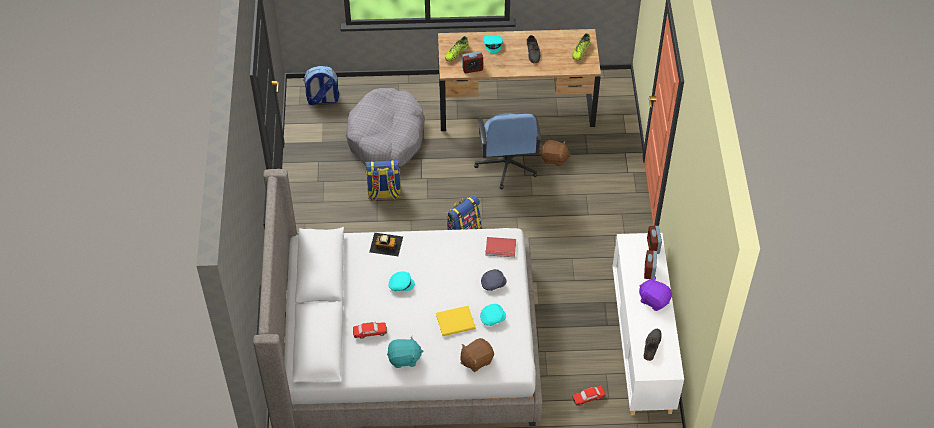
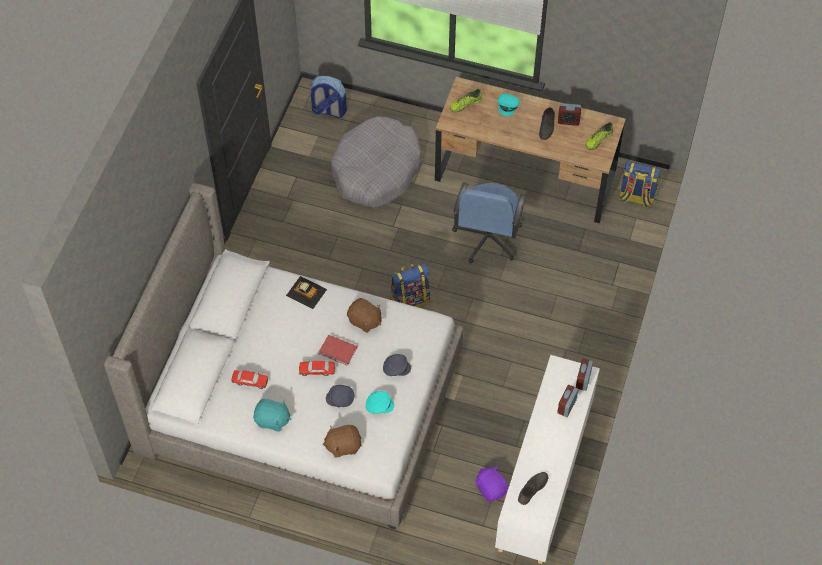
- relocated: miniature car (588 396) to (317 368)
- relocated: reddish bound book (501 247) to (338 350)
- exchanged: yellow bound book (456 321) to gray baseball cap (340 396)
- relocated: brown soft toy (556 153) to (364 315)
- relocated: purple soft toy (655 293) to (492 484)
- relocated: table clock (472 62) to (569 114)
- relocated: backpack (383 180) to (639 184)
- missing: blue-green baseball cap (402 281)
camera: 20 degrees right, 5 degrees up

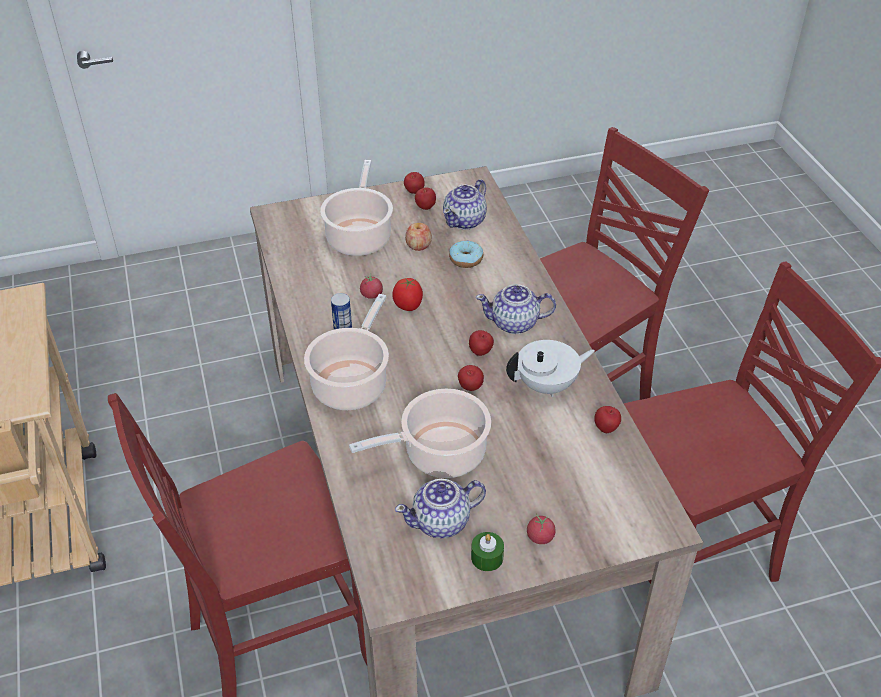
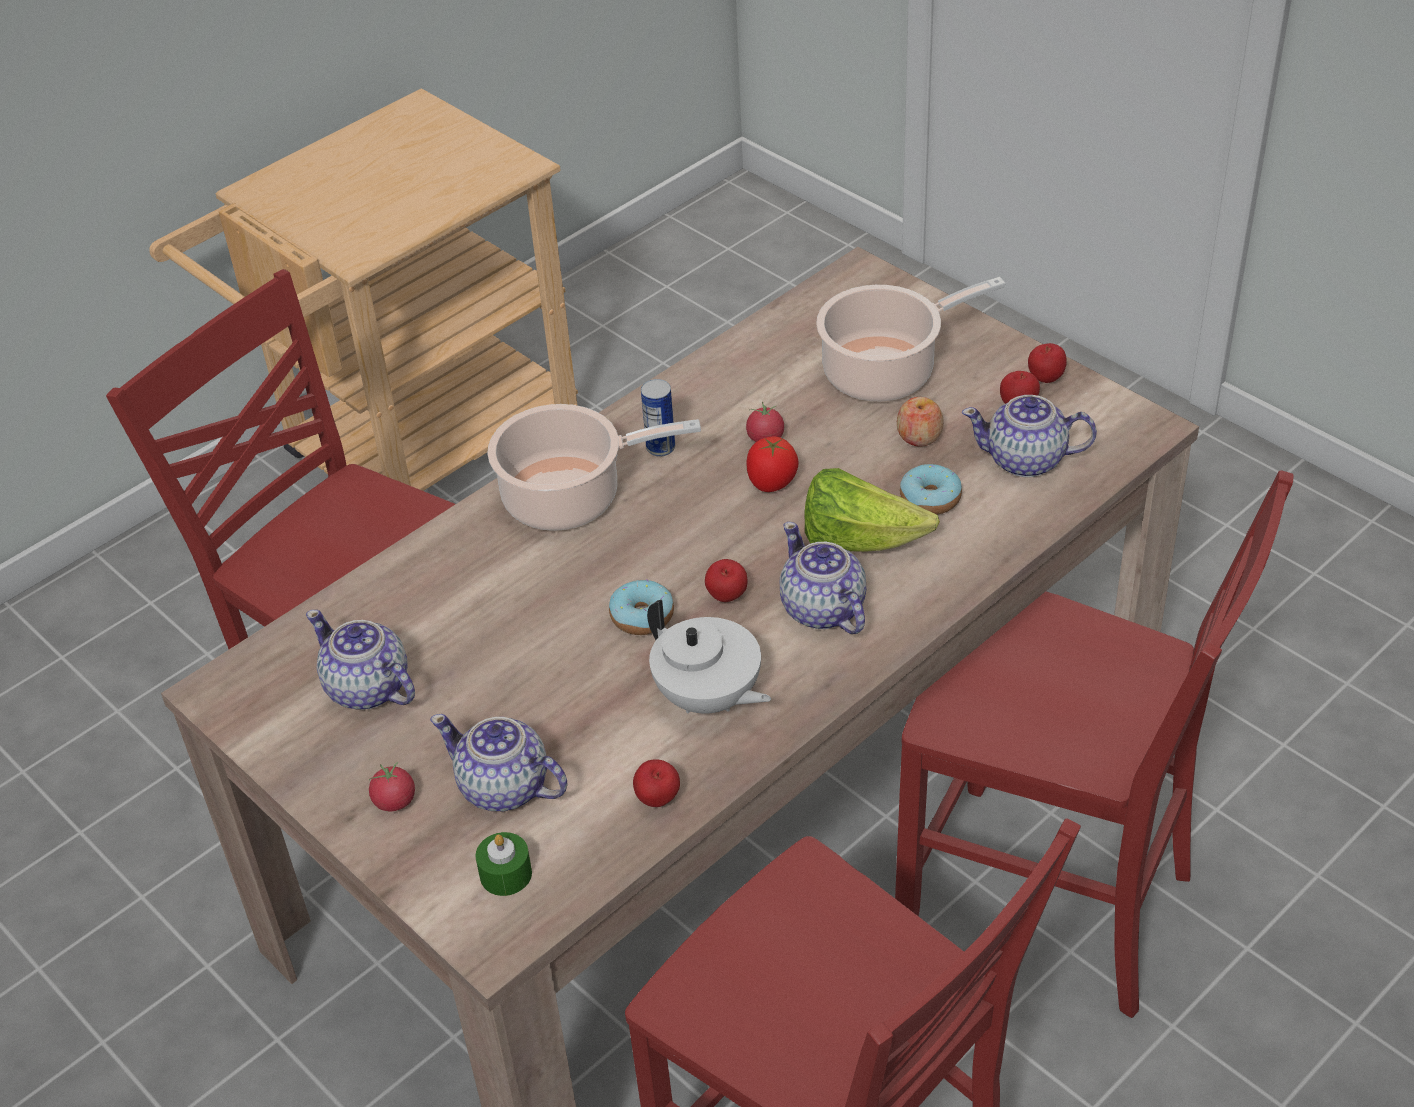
- appeared: pot for tea (499 762)
- relocated: greenish candle (487 551) to (503 864)
- exchanged: apple (471 378) to doughnut (641 607)
- appeared: head of lettuce (872 510)
- missing: cooking pot (420 433)
camera: 65 degrees right, 0 degrees up

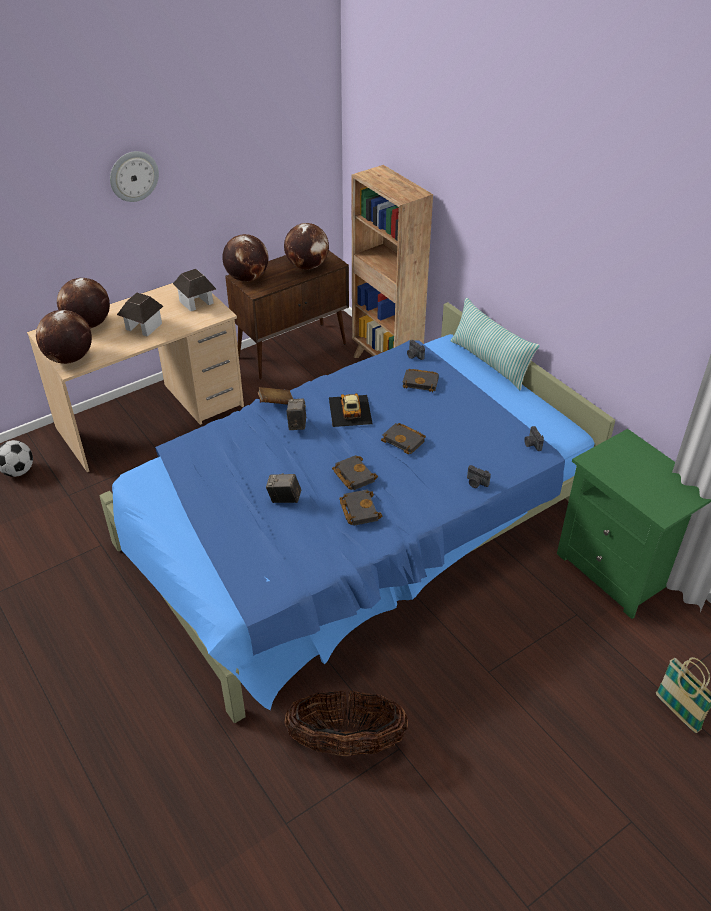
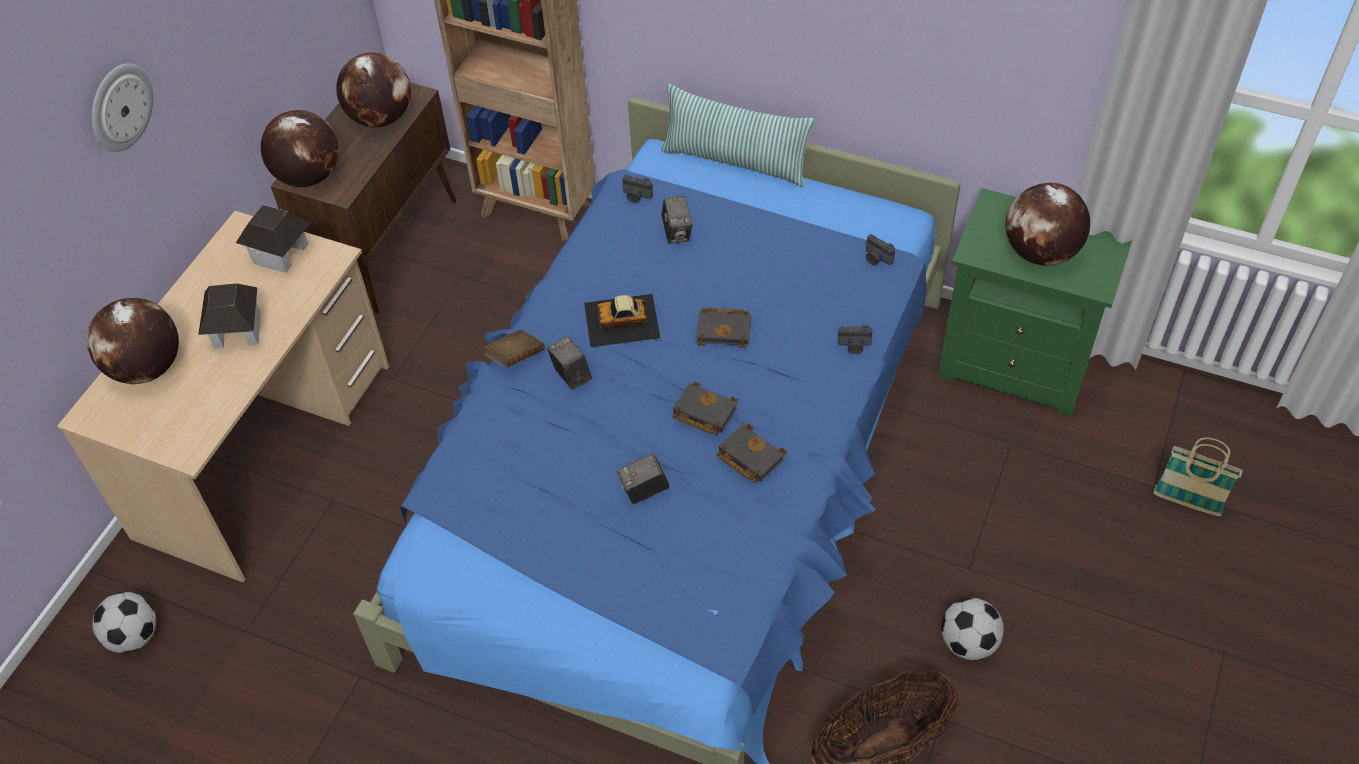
- spun: miniature car (351 410) = (622 320) 60 degrees counterclockwise
- exchanged: black bound book (420 380) to photo camera (676 220)
- appeared: football ball (972 629)
- relocated: world globe (64 337) to (1048 224)
camera: 30 degrees left, 10 degrees up

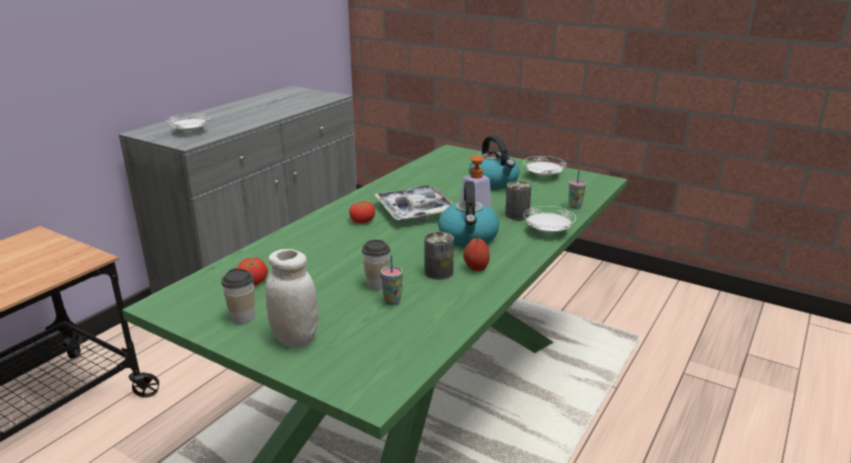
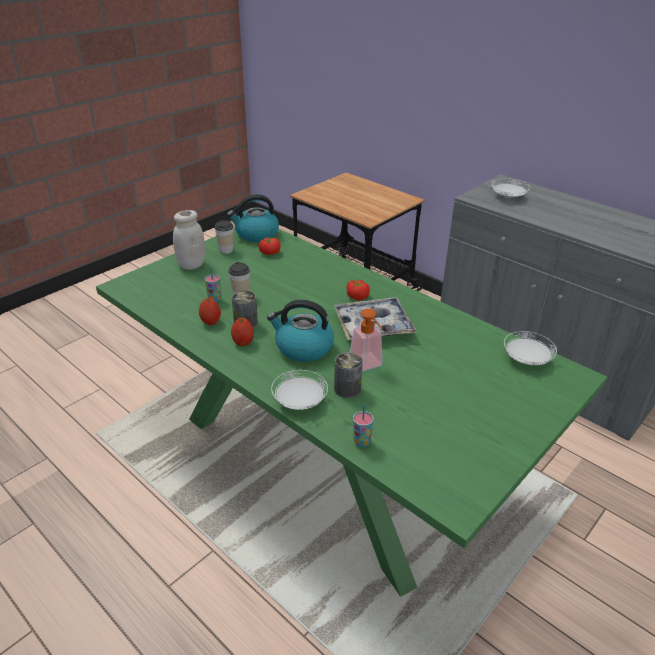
- appeared: apple (210 311)
- relocated: water kettle (494 162) to (253 218)
- relocated: white dinner plate (544 166) to (530 348)
camera: 100 degrees right, 10 degrees up

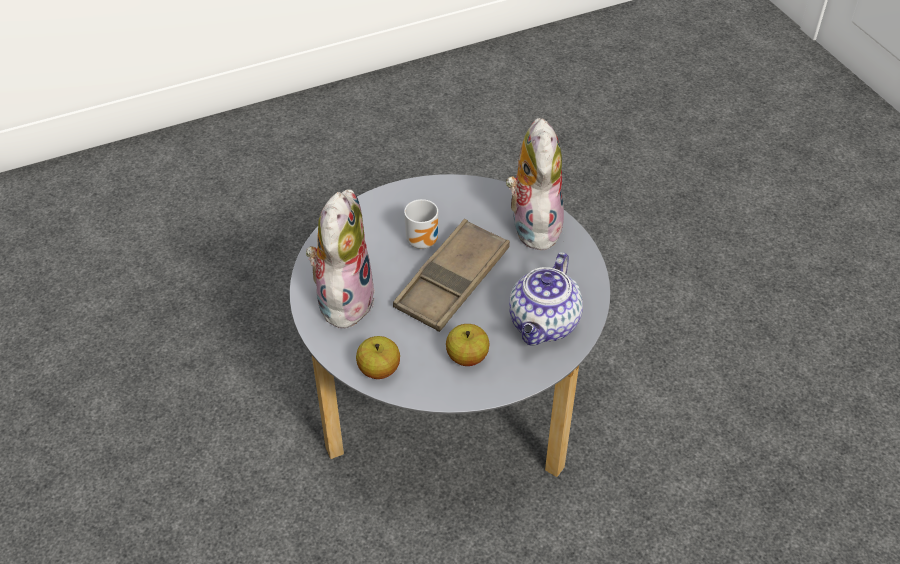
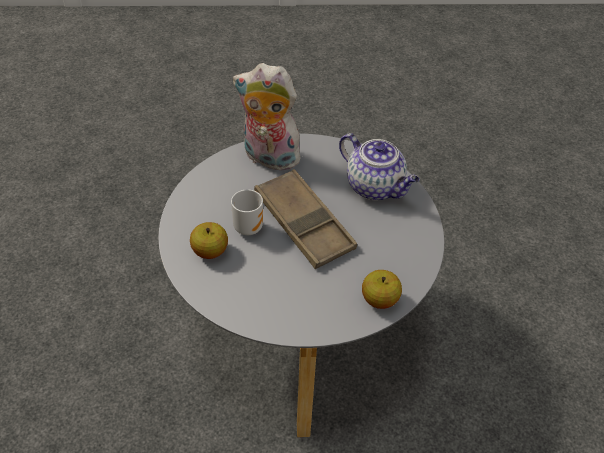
- relocated: apple (467 345) to (209 240)
- missing: soft toy (340 260)
camera: 70 degrees left, 0 degrees up

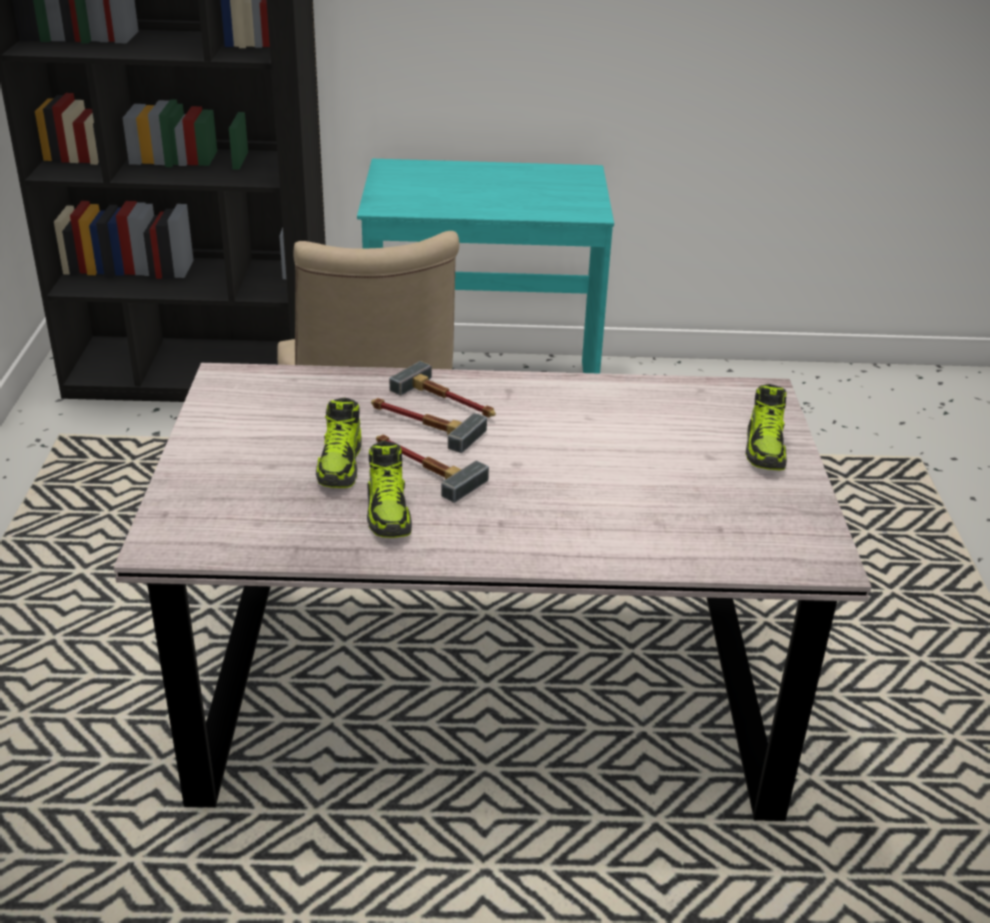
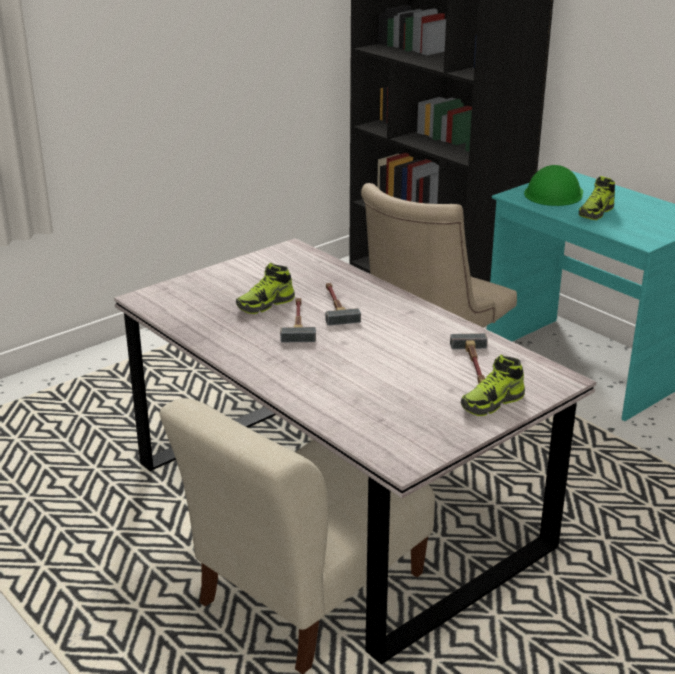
- appeared: beige-coloured plain chair (297 536)
- relocated: tool hammer (442 389) to (469 358)
- appeared: greenish hard hat (553 185)
- relocated: item of footwear (389 489) to (597 198)
camera: 50 degrees right, 5 degrees down

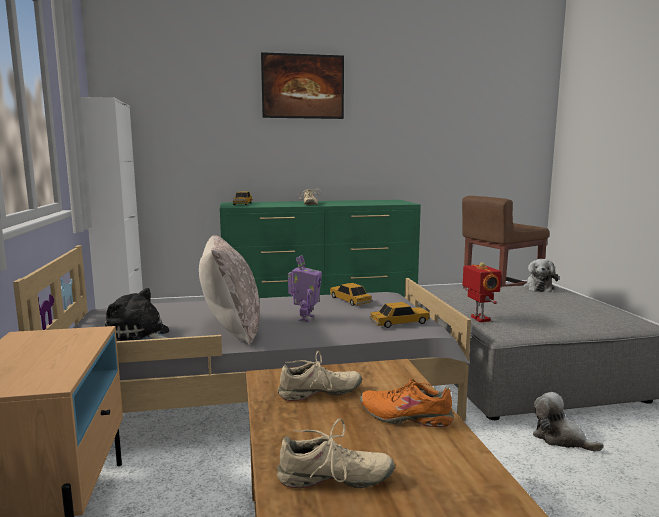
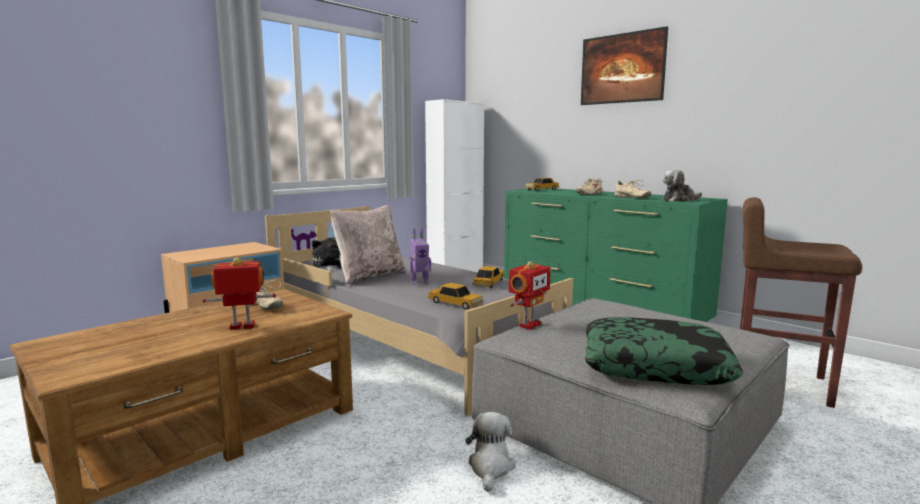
- exchanged: orange-coloured item of footwear (407 403) to toy robot (239 294)
- appeared: throw pillow (664 351)
- relocated: beige-coloured item of footwear (336 453) to (633 189)
- relocated: soft toy (541 275) to (682 185)
camera: 55 degrees right, 0 degrees up

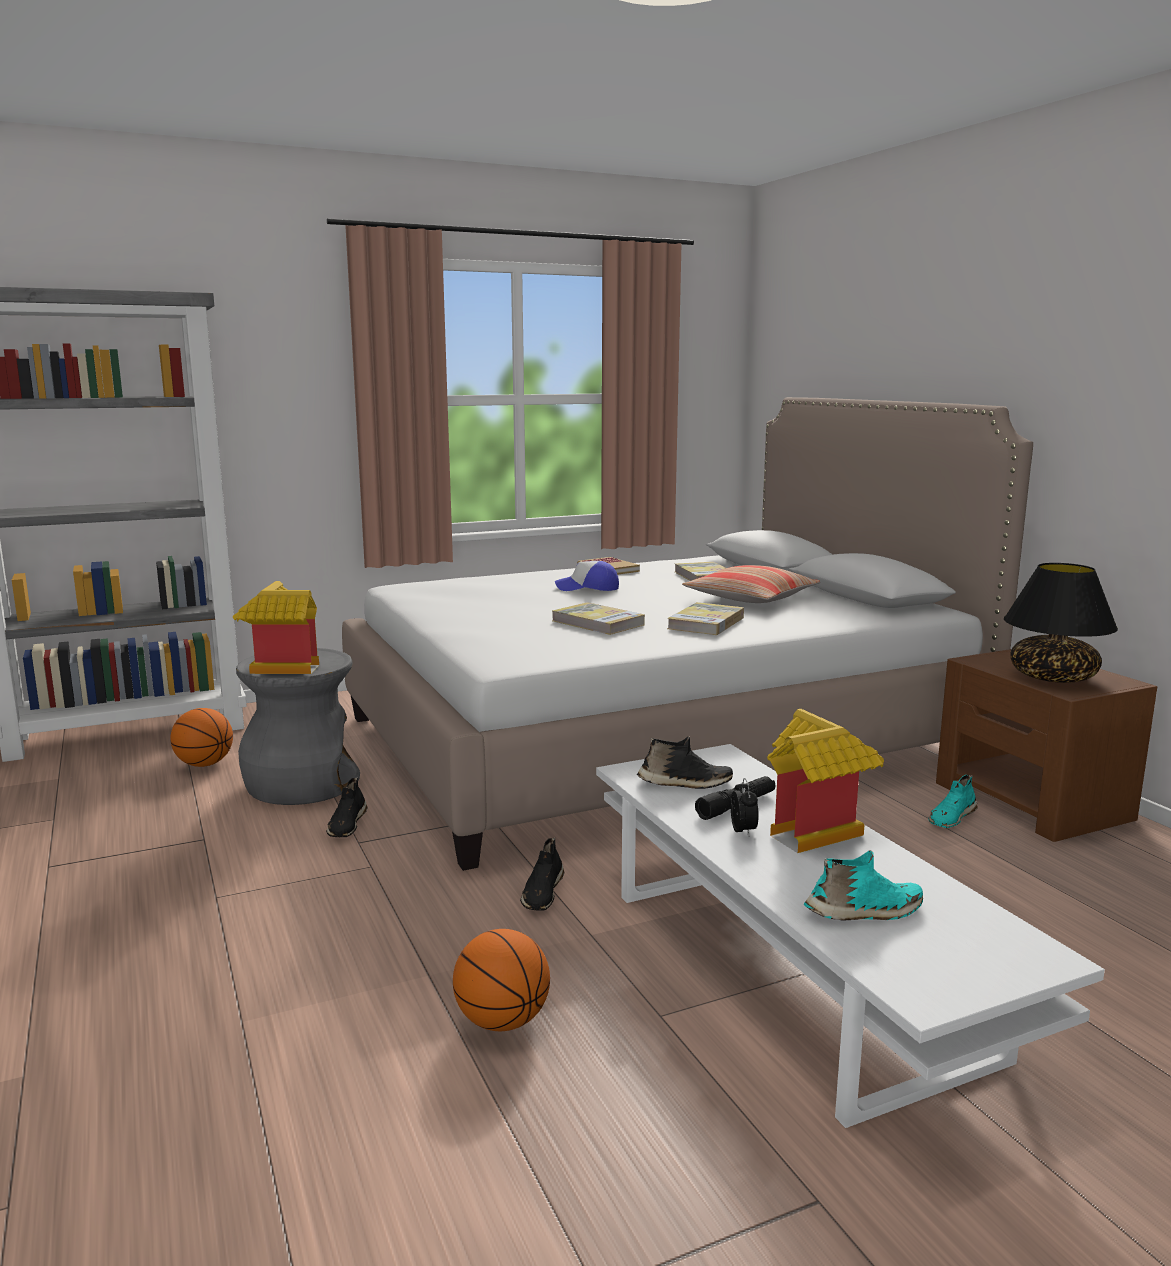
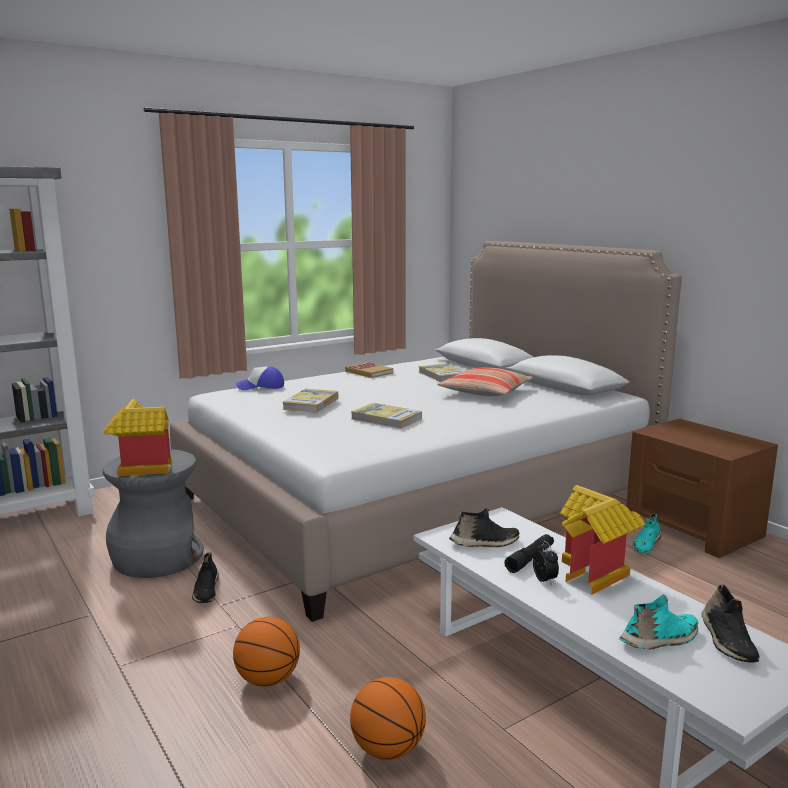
- relocated: basketball ball (201 737) to (266 652)
- relocated: baseball cap (587 576) to (260 378)
- relocated: bound book (705 618) to (310 401)
- relocated: black item of footwear (542 874) to (730 623)
- missing: black tabletop lamp (1061 623)
camera: 10 degrees left, 0 degrees up

